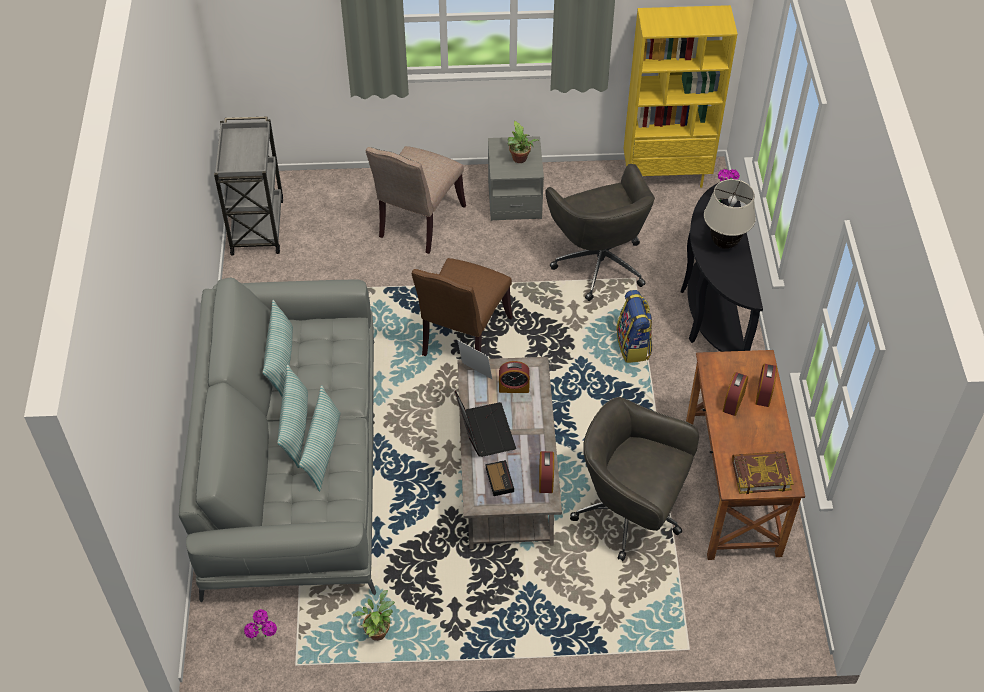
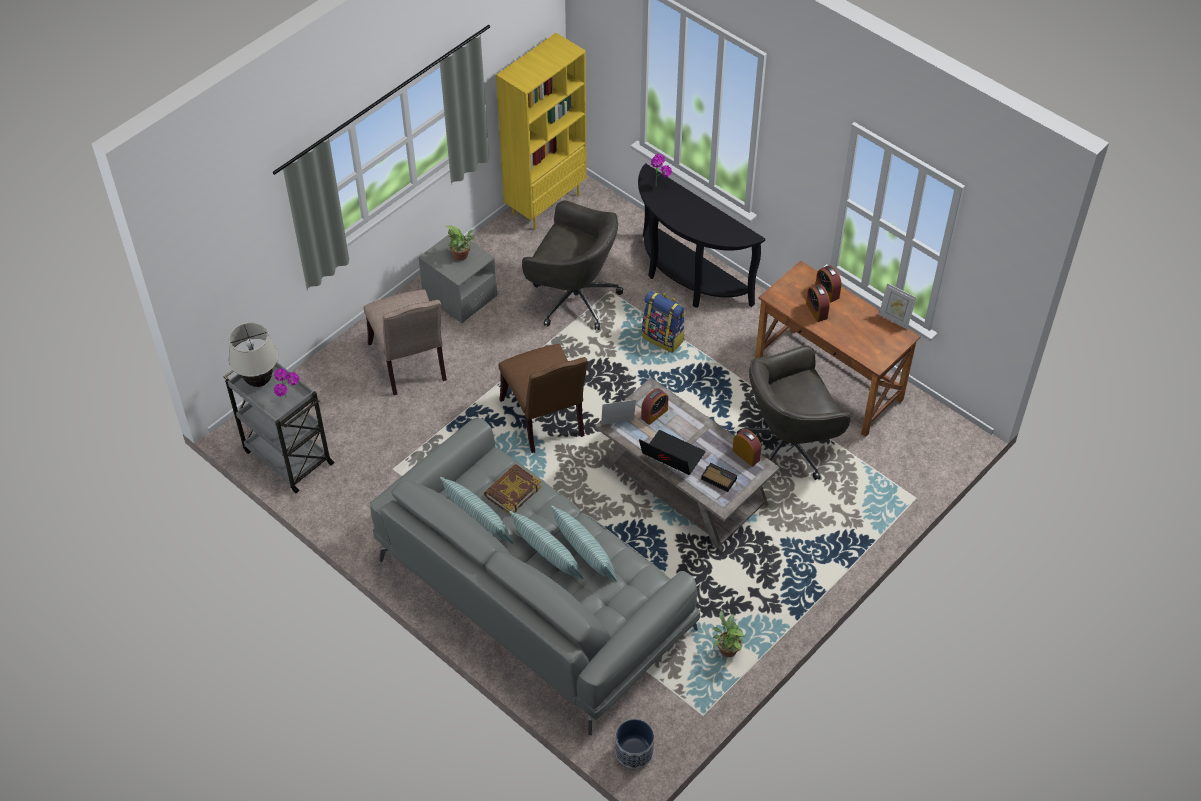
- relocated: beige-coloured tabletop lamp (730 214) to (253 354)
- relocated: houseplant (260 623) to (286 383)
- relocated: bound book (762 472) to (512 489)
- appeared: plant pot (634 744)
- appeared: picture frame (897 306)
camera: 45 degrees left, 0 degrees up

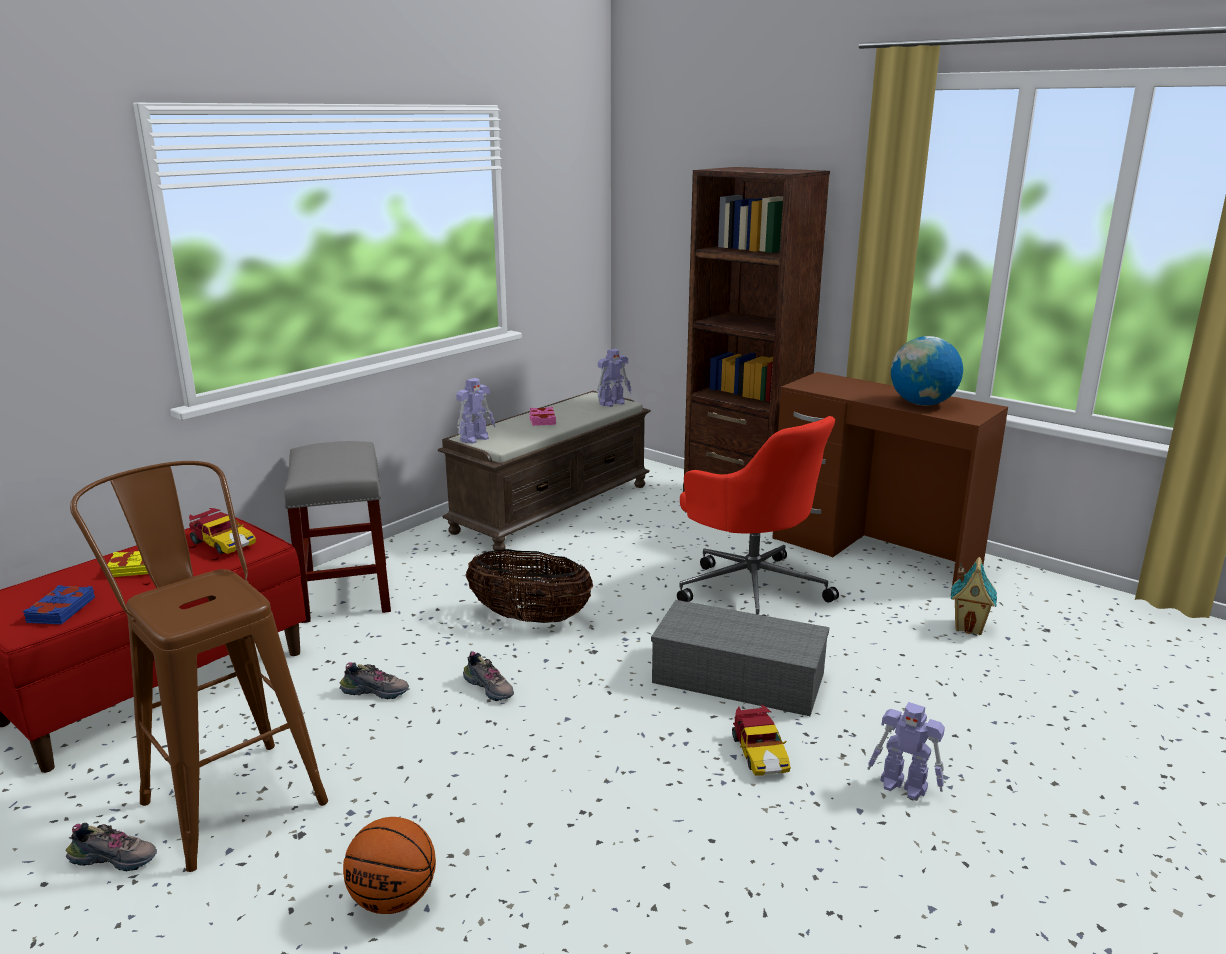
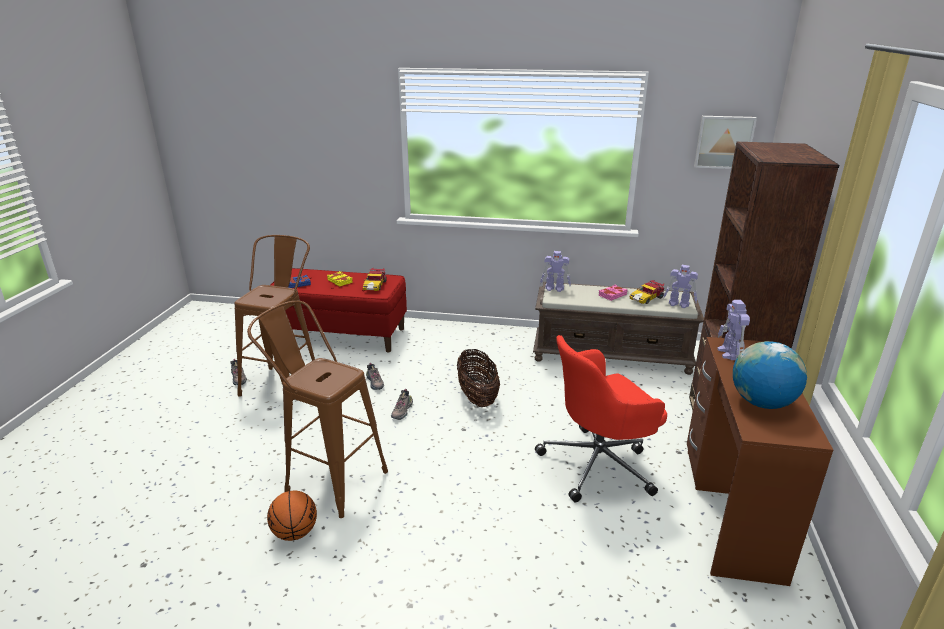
- appeared: brown stool (317 409)
- relocated: basketball ball (389 865) to (292 516)
- spun: reddish computer chair (758 516) = (601 419) 45 degrees clockwise
- relocated: miniature car (761 740) to (647 292)
- appeared: wall picture (725 142)
- relocated: toy robot (906 751) to (733 330)
- missing: gray stool (337 532)
- missing: gray storage bin (740 658)
- missing: miniature house (974 596)
camera: 60 degrees right, 5 degrees up

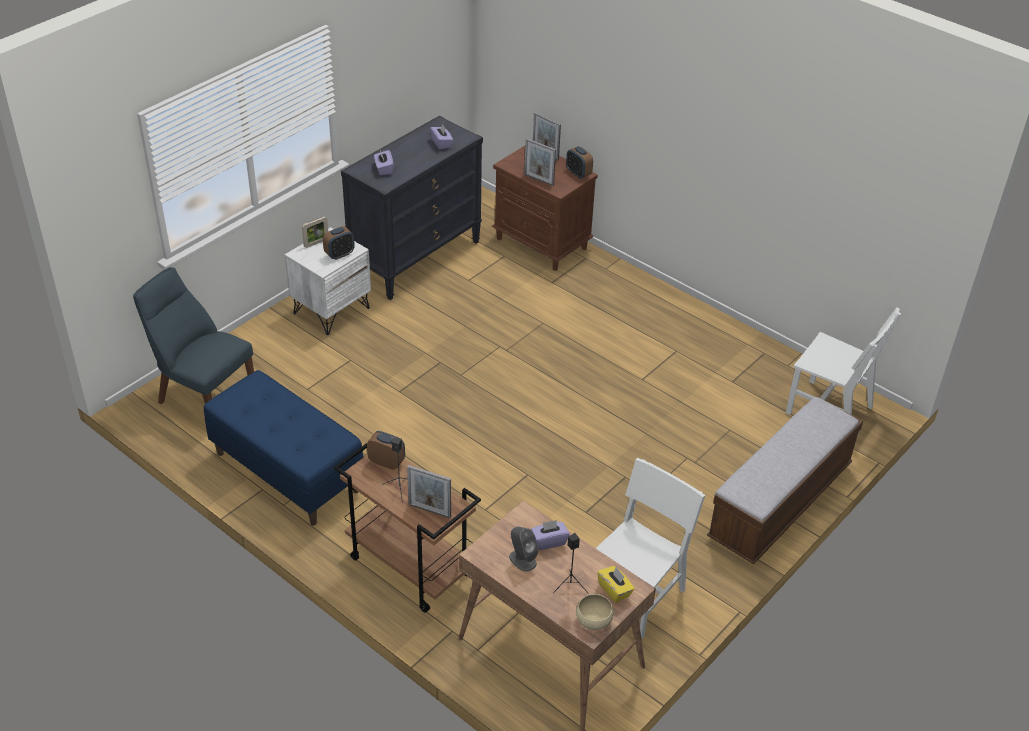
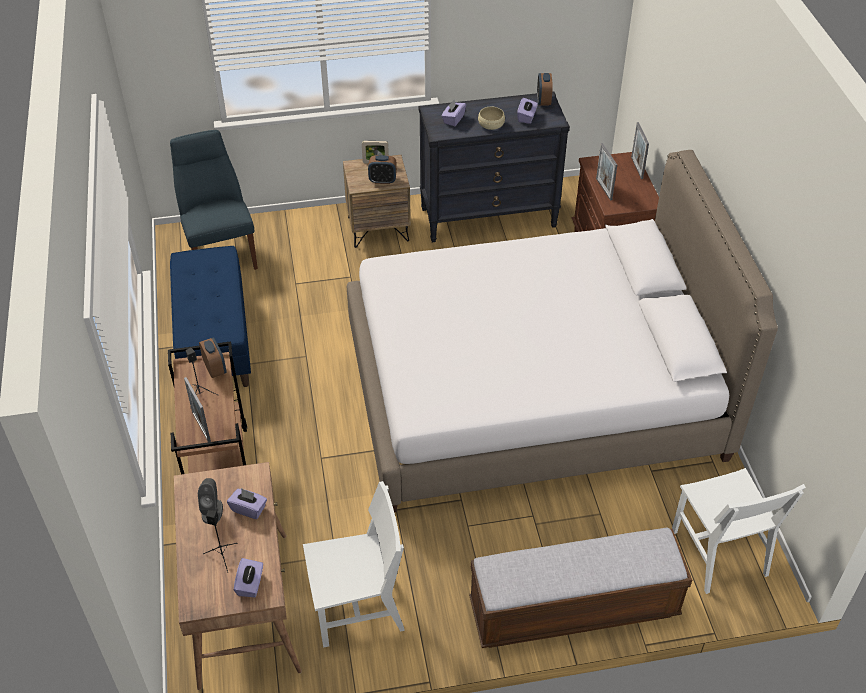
- colour: yellow tissue holder (616 584) to purple tissue holder (248 577)
- colour: white night table (328 281) to brown night table (377 201)
- appeared: white bedroom bed (562 331)
- relocated: beige-coloured deep dish (595 612) to (491 118)
- relocated: table clock (579 162) to (545 89)
camera: 40 degrees right, 5 degrees up

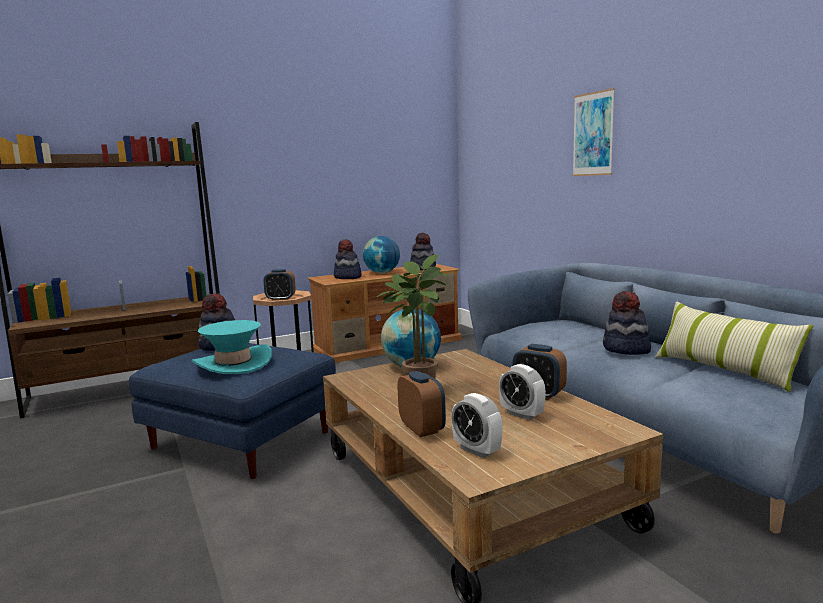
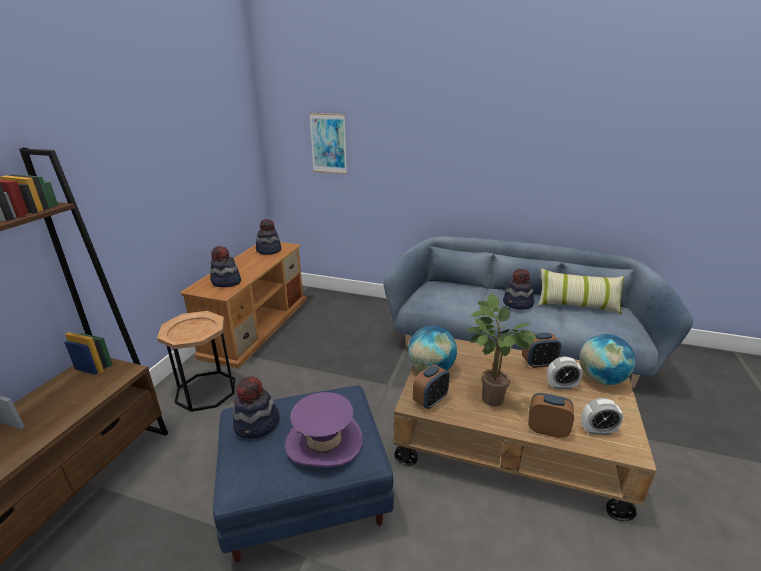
- colour: blue-green wearable hat (232 347) to purple wearable hat (324 429)
- relocated: wall picture (593 132) to (328 143)
- relocated: table clock (279 285) to (431 386)
- relocated: world globe (381 254) to (607 359)
camera: 45 degrees left, 15 degrees up

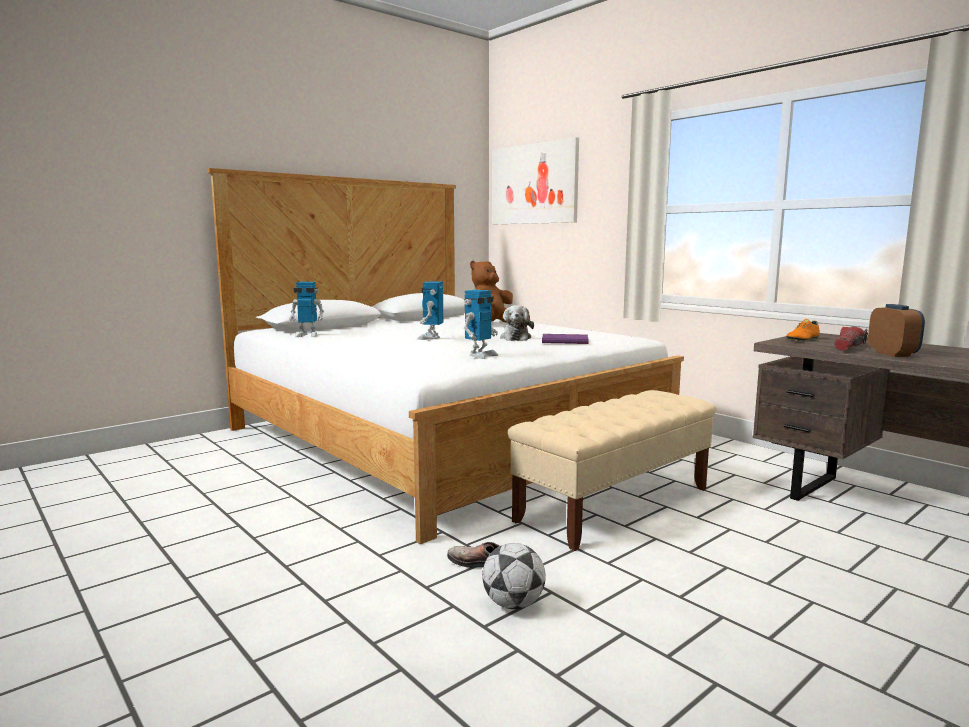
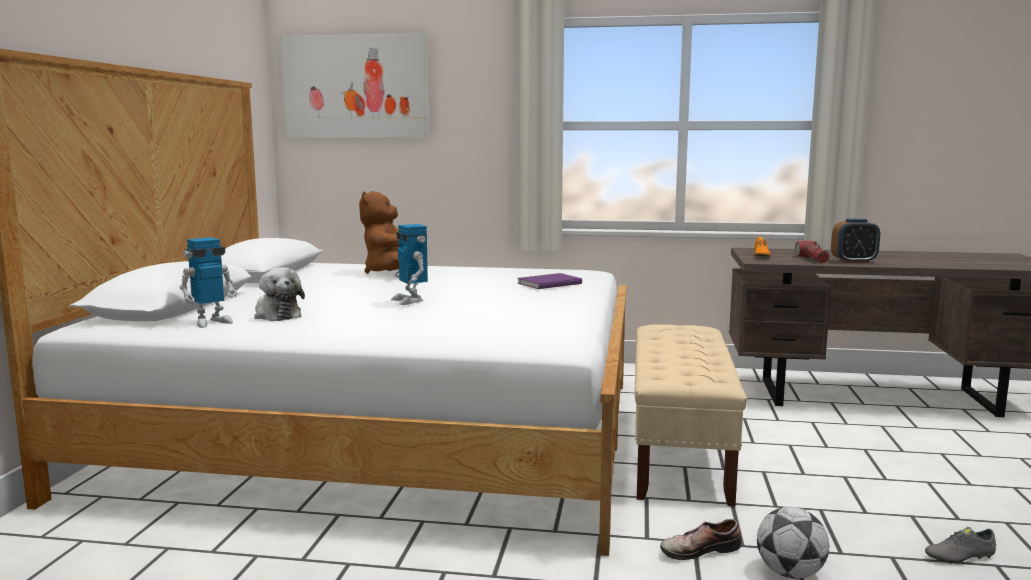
- relocated: soft toy (517 323) to (279 294)
- spun: table clock (896 330) = (855 241) 135 degrees clockwise
- appeared: gray item of footwear (960 545)
- missing: toy robot (481 324)
camera: 40 degrees left, 0 degrees up

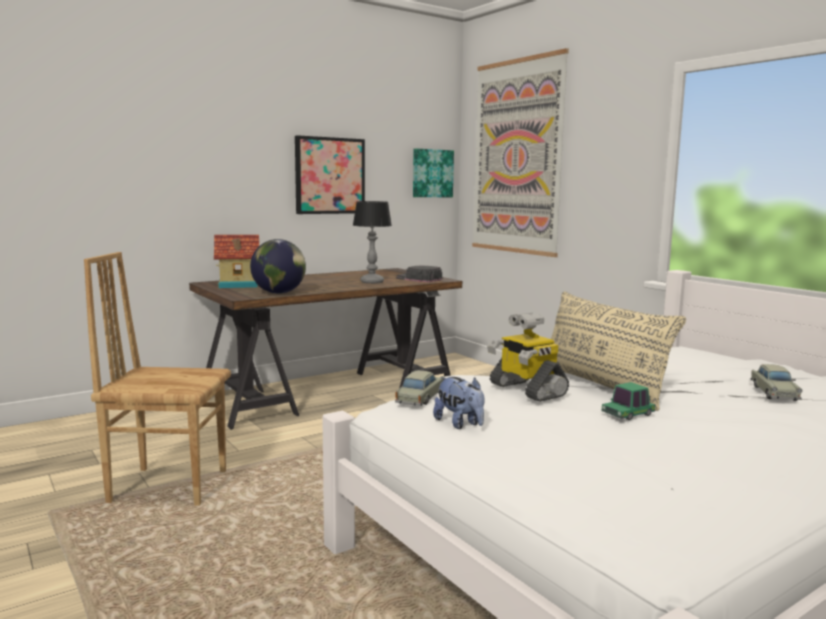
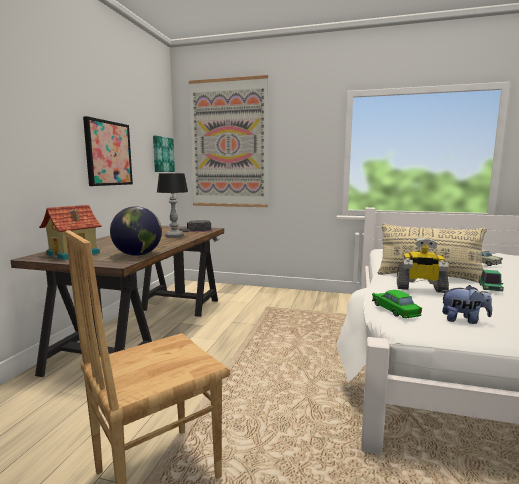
- colour: beige-coloured miniature car (420 388) to greenish miniature car (397 304)
camera: 40 degrees left, 0 degrees up

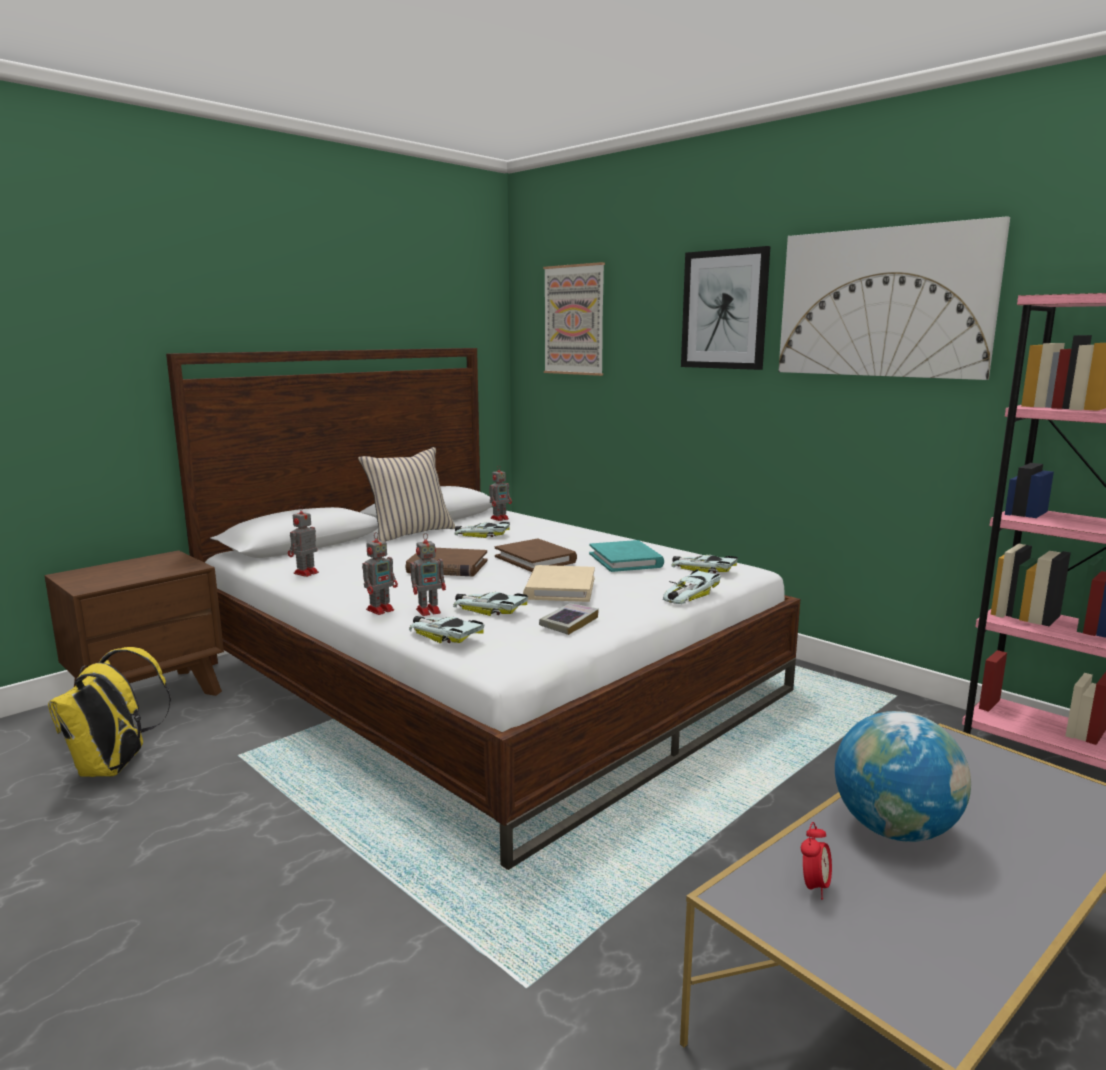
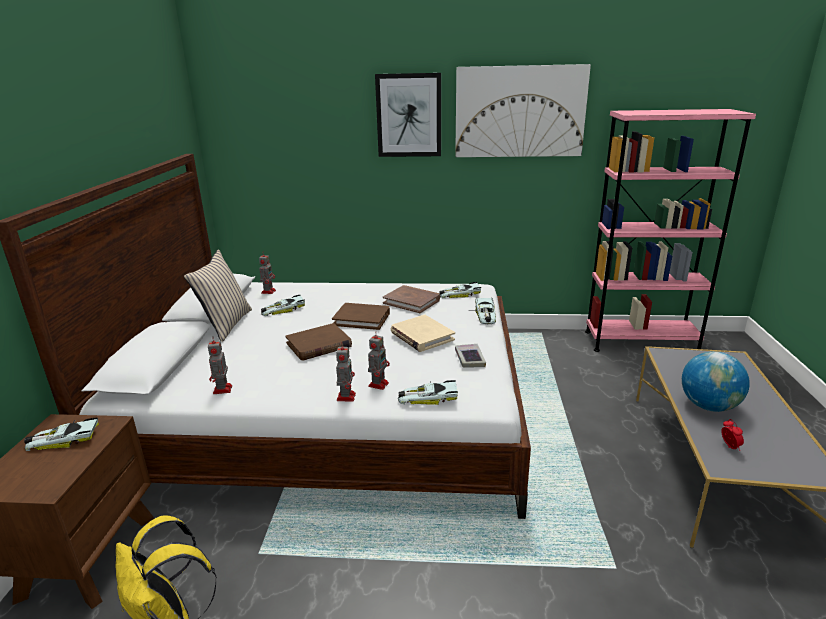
- relocated: miniature car (490 604) to (61 434)
- colour: blue-green bound book (626 556) to brown bound book (411 299)
- missing: wall picture (574 319)
camera: 40 degrees left, 10 degrees up

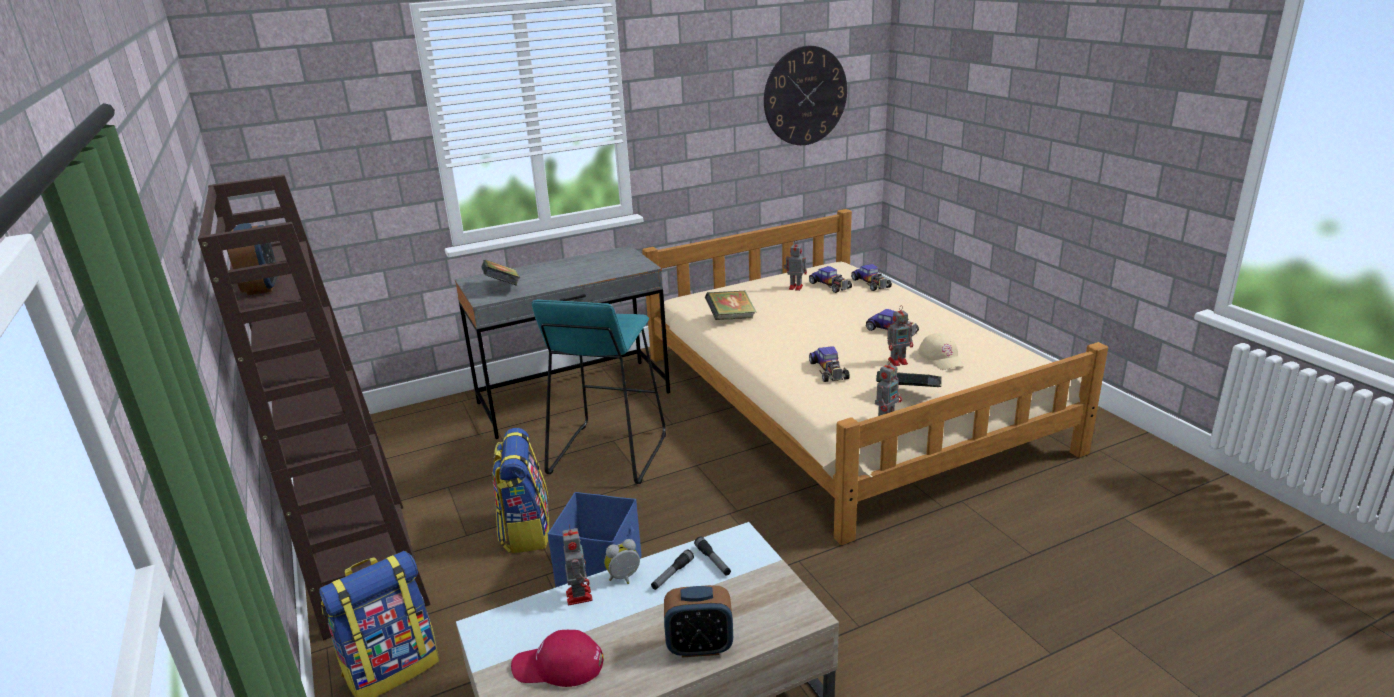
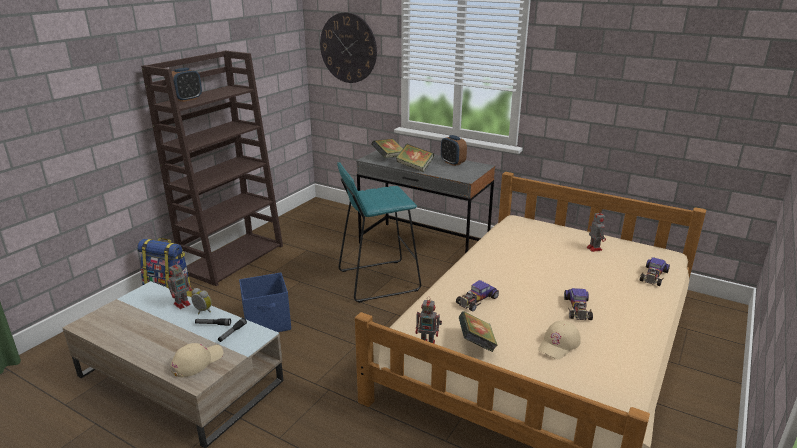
- appeared: beige-coloured baseball cap (196 360)
- relocated: clock on the wall (805 95) to (348 47)
- relocated: bound book (730 305) to (415 158)
- relocated: table clock (698 621) to (454 150)
- missing: backpack (520 490)
- missing: reddish baseball cap (557 658)
- missing: miniature car (830 279)
- missing: toy robot (900 335)
camera: 55 degrees right, 0 degrees up

